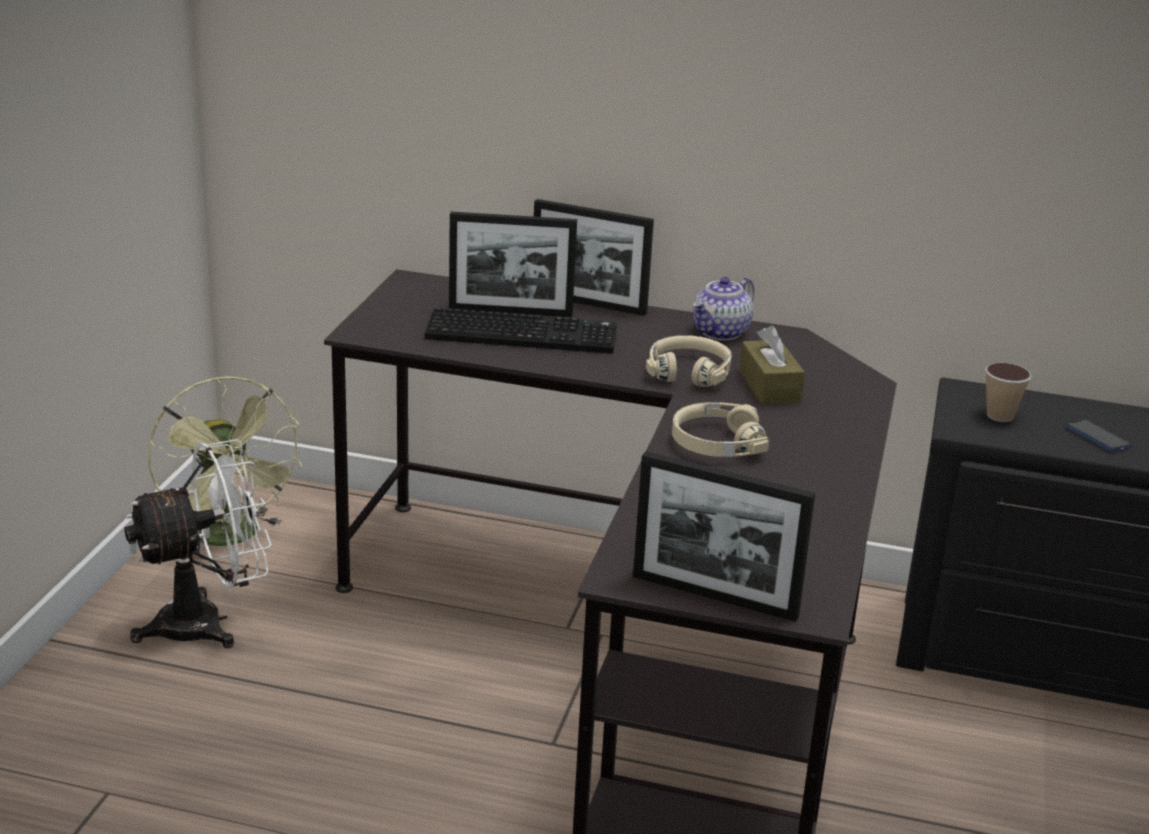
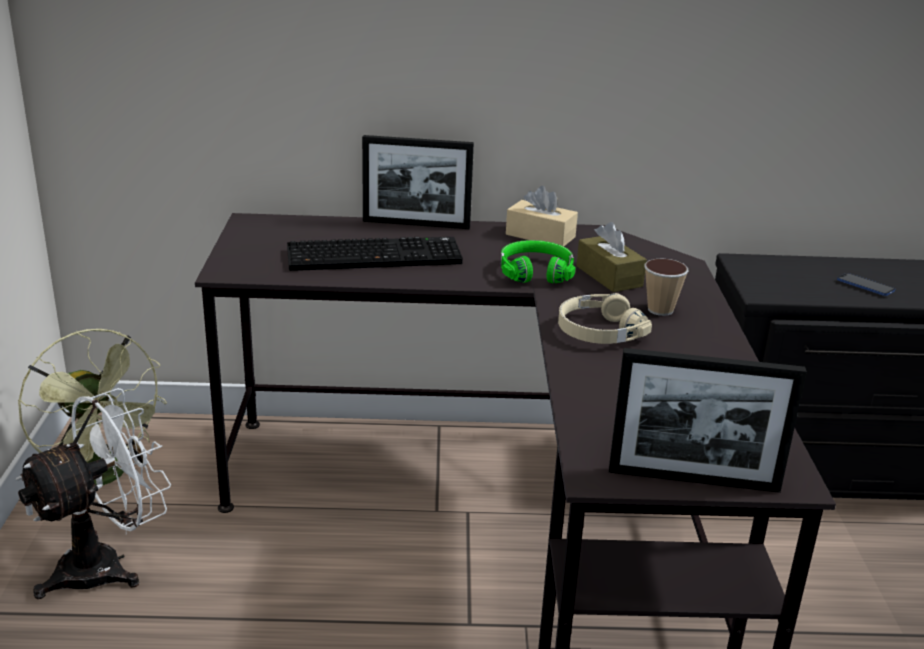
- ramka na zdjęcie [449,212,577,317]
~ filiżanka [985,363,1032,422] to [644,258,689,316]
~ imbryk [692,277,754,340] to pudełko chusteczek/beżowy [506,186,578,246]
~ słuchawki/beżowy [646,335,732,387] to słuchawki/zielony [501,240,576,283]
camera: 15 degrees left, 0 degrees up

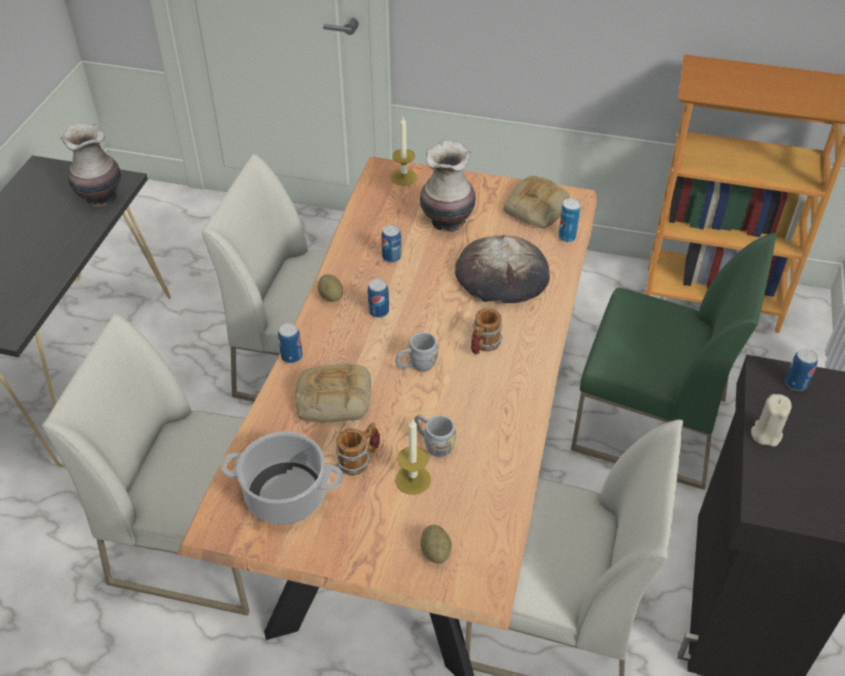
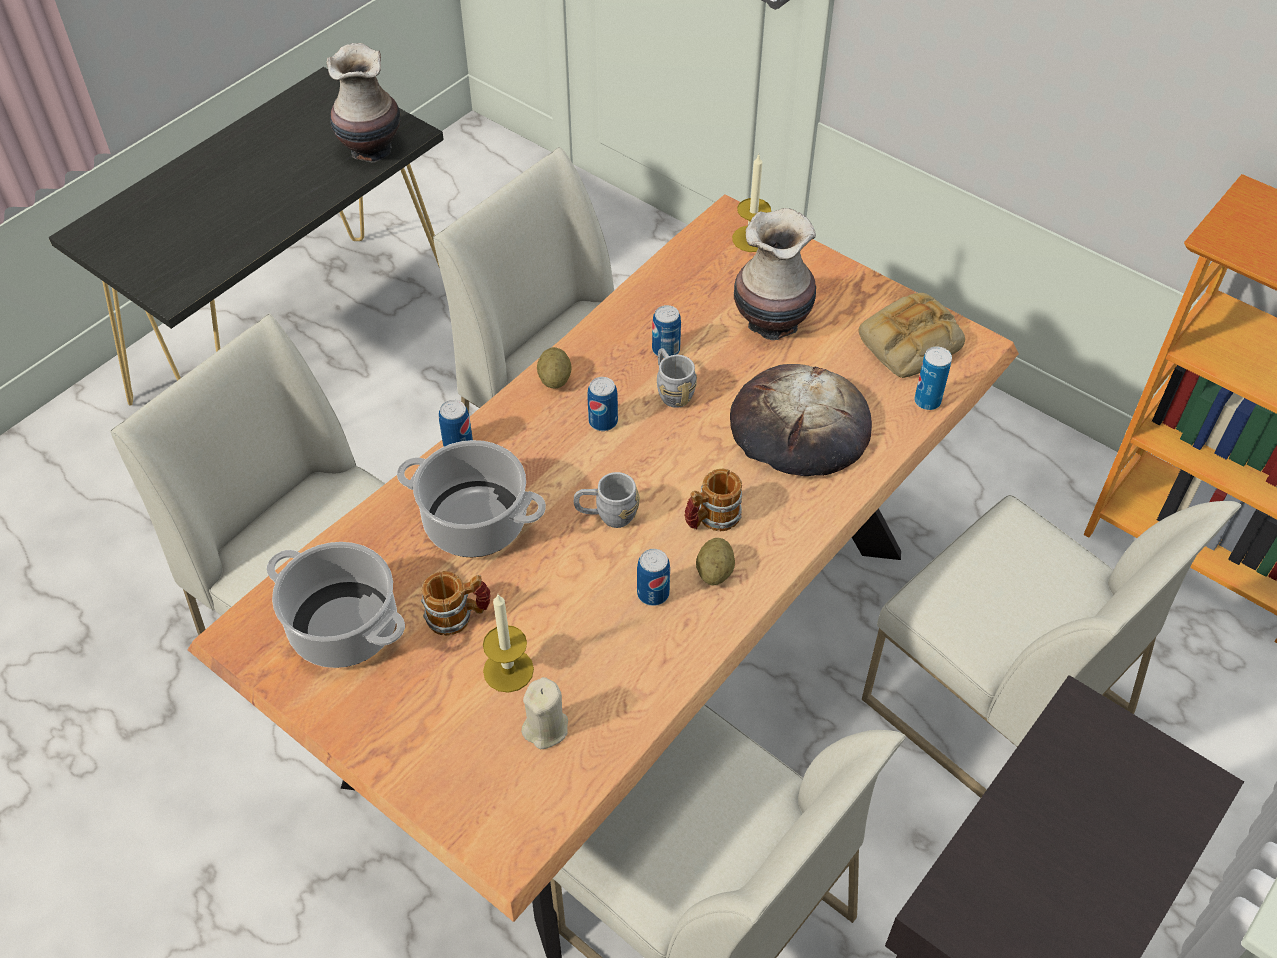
~ kubek/szary [414,415,456,457] to [657,348,697,408]
~ ziemniak [421,525,452,564] to [696,538,735,585]
~ świeca/beżowy [751,394,792,447] to [521,677,568,749]
~ puszka [785,349,818,391] to [637,549,670,606]
~ chleb [295,364,371,423] to garnek [397,440,546,557]
~ krzesło/zielony [571,233,777,490] to krzesło/biały [862,495,1242,798]
camera: 25 degrees right, 5 degrees up

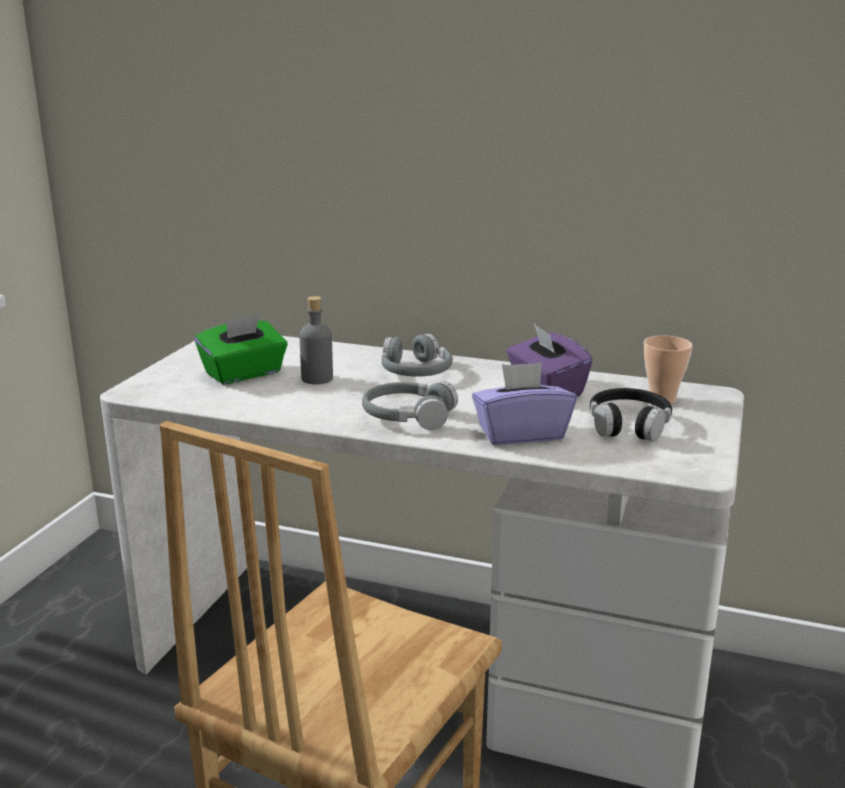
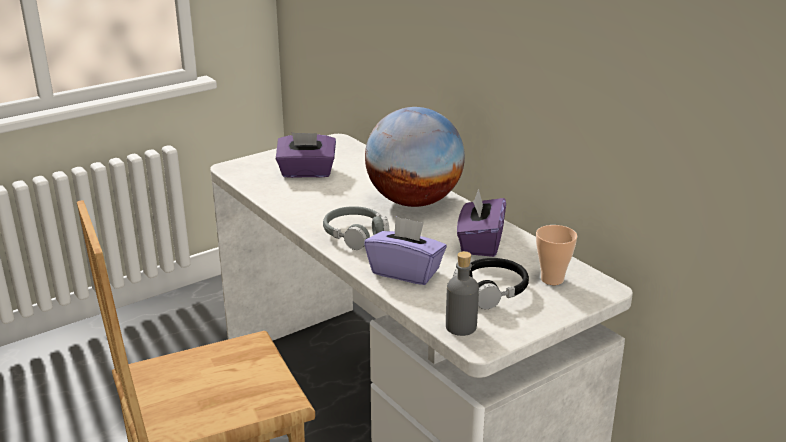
~ butelka/szary [299,296,333,385] to [446,251,479,336]
~ słuchawki/szary [382,334,453,377] to globus [365,107,465,207]
~ pudełko chusteczek/zielony [195,314,288,384] to pudełko chusteczek/fioletowy [276,132,336,178]
camera: 35 degrees right, 5 degrees up

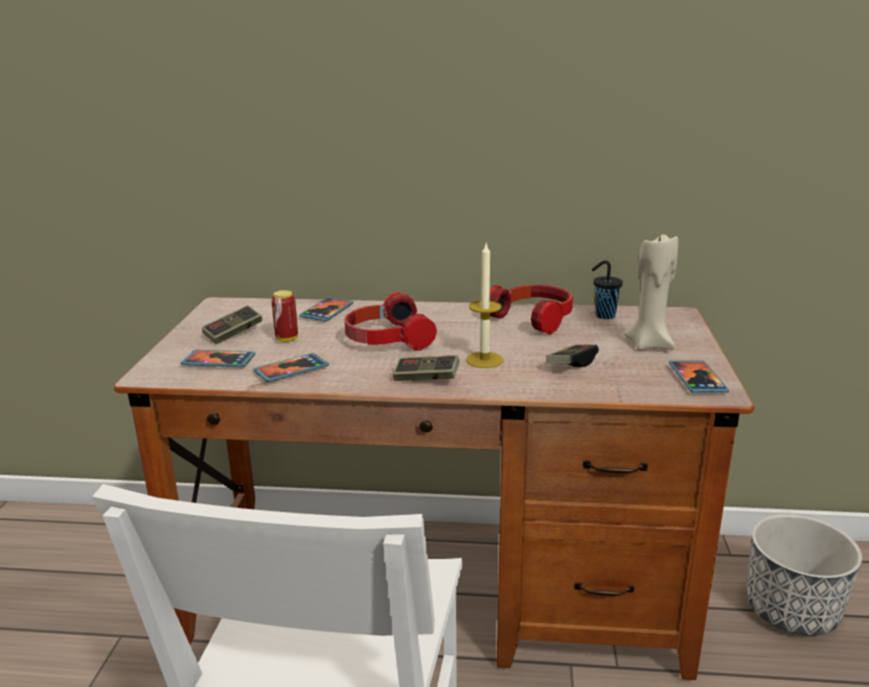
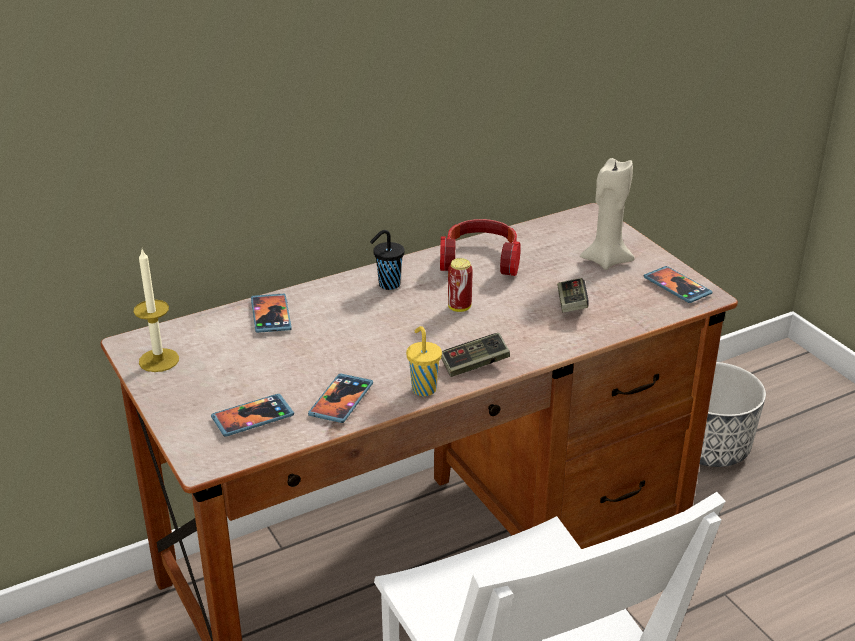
- pad do gier [202,305,262,344]
- słuchawki [344,292,437,350]
+ filiżanka/żółty [406,326,442,396]
~ puszka [271,290,298,342] to [448,258,473,312]
~ świeca [466,244,503,368] to [134,249,179,372]
~ filiżanka/czarny [592,260,623,319] to [370,230,405,290]
camera: 35 degrees left, 10 degrees up

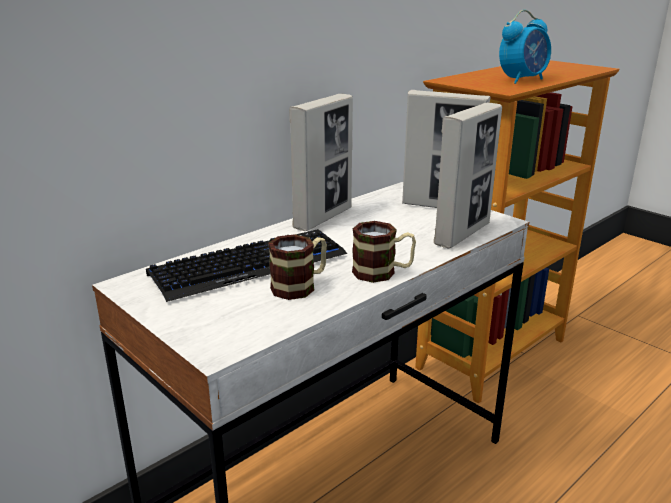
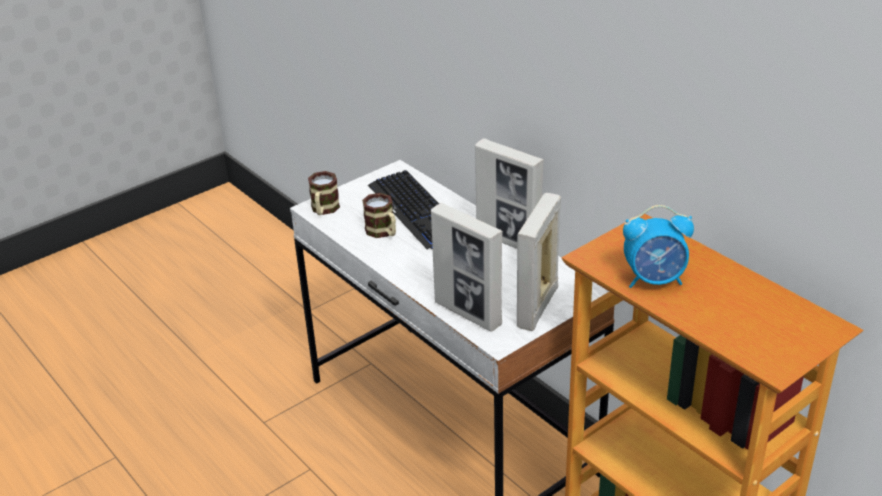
~ kubek [352,221,416,283] to [308,171,340,215]
~ budzik [499,10,551,84] = [623,205,694,288] 60 degrees counterclockwise
camera: 95 degrees right, 10 degrees up

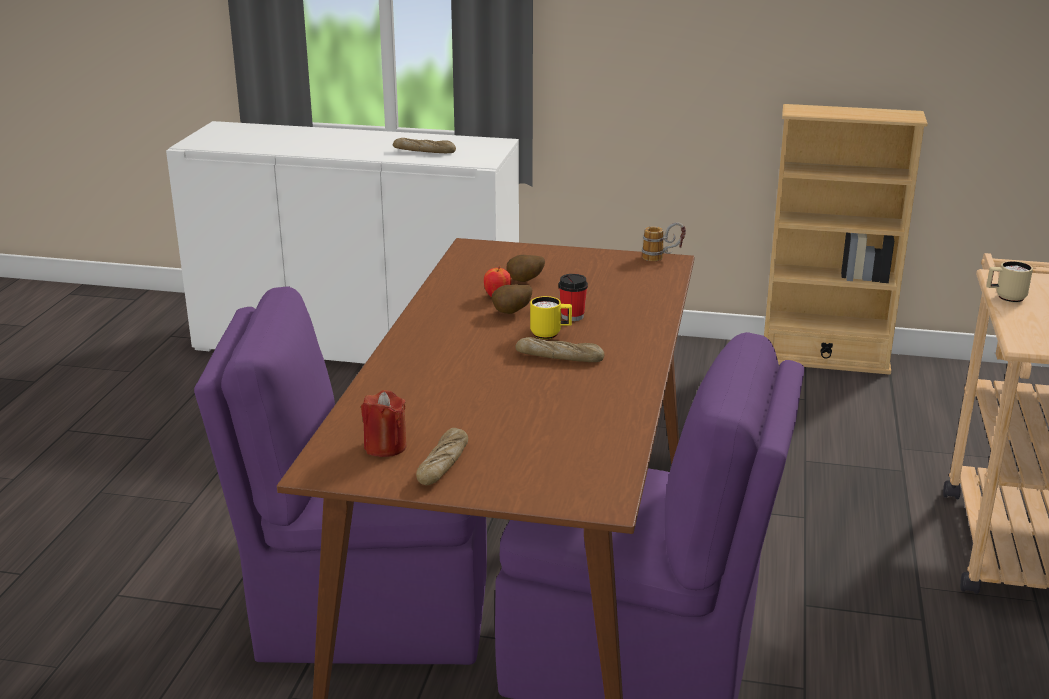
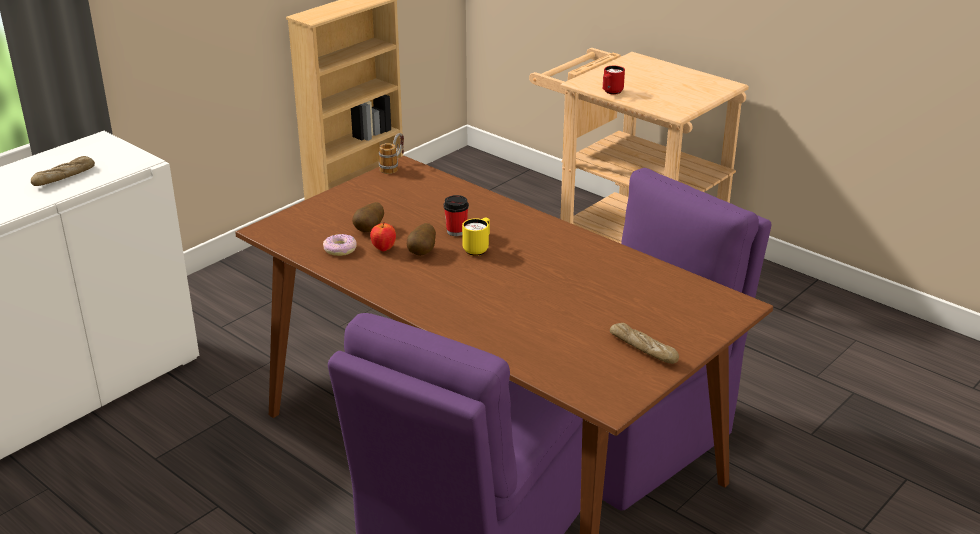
- świeca/czerwony [361,390,406,457]
- chleb [515,337,604,362]
+ donut [323,234,357,256]
~ kubek/beżowy [986,261,1033,303] to kubek/czerwony [603,66,625,95]
camera: 60 degrees left, 5 degrees up

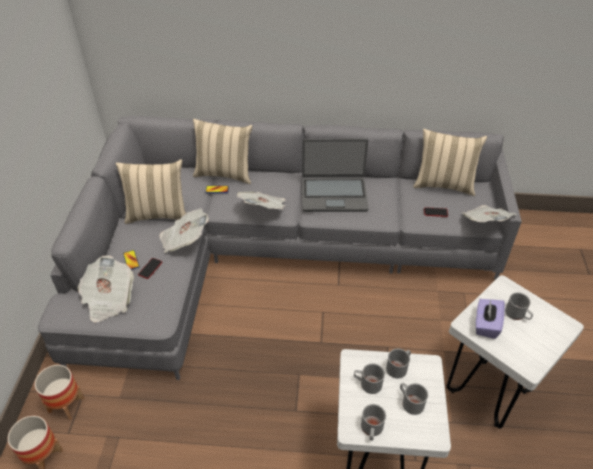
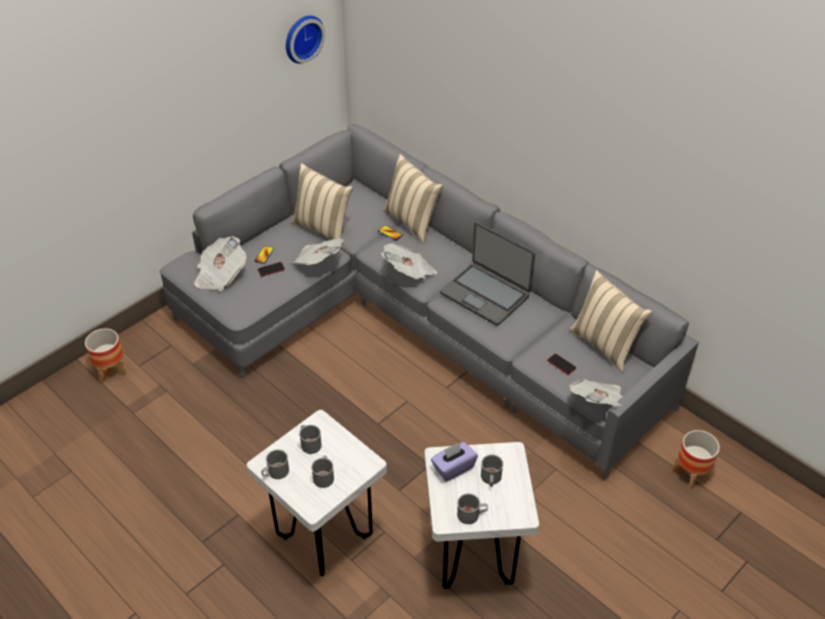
+ zegar ścienny [286,15,325,64]
~ donica [34,365,84,420] to [673,430,720,489]
~ kubek/szary [386,349,411,379] to [457,493,488,524]
camera: 40 degrees right, 0 degrees up

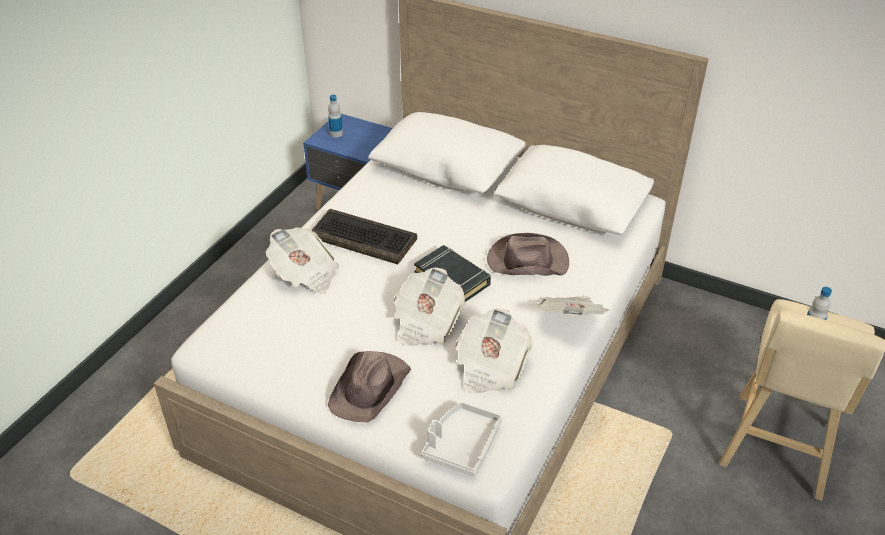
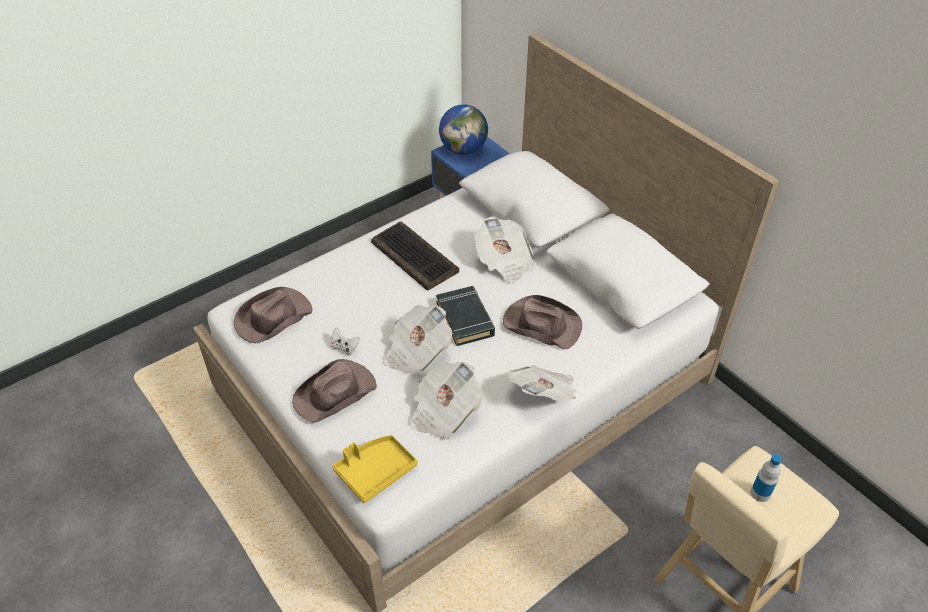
+ kapelusz/brązowy [234,287,313,344]
+ pad do gier/biały [331,328,360,355]
~ gazeta [266,227,339,294] to [474,216,535,284]
~ butelka [328,95,343,138] to globus [439,104,488,155]
~ taca/szary [421,402,502,476] to taca/żółty [333,435,418,503]
camera: 25 degrees right, 5 degrees up

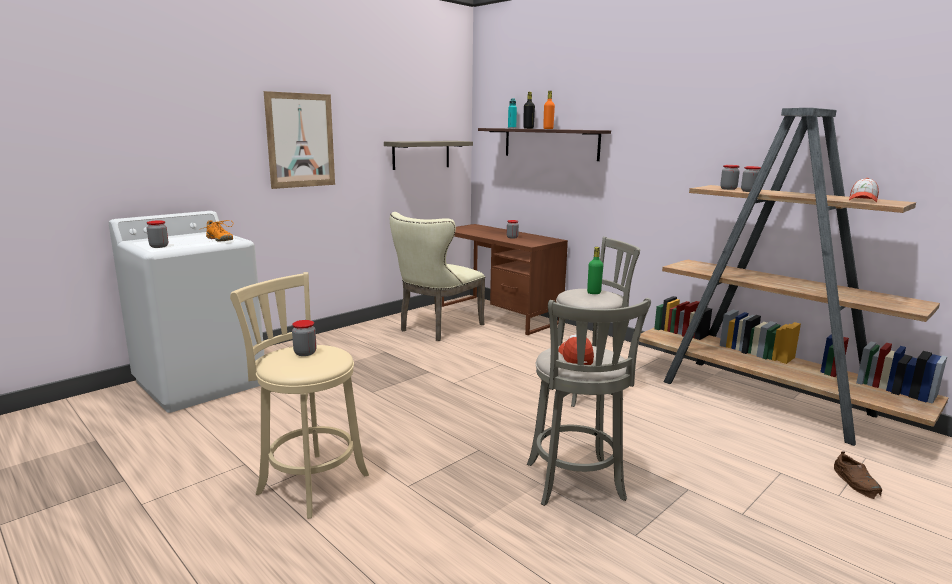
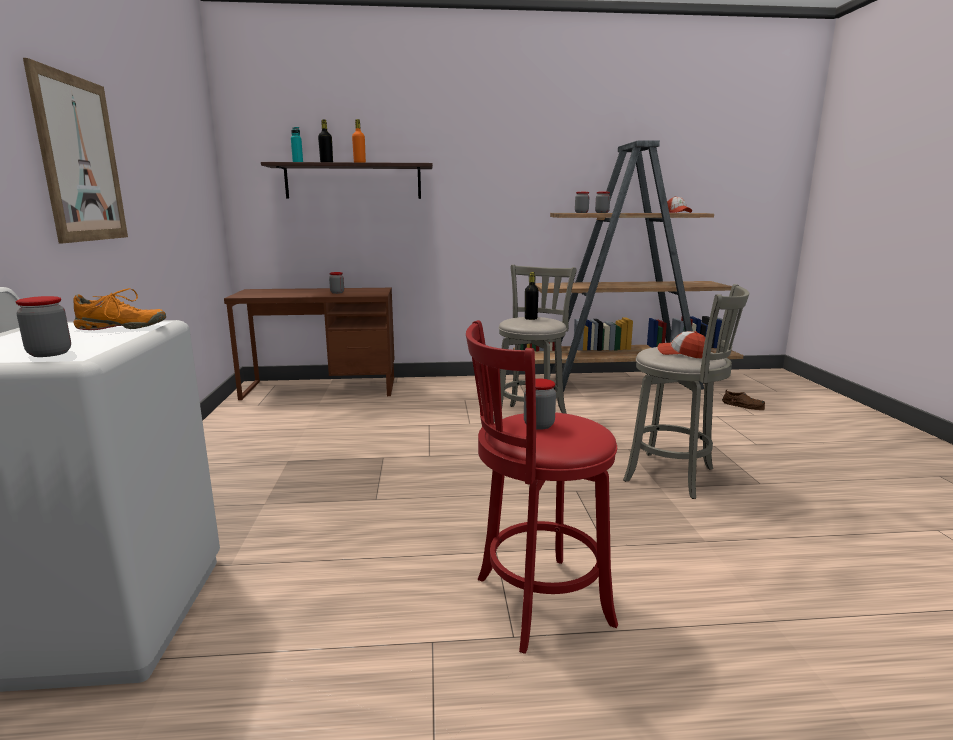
- półka [384,141,473,170]
- krzesło/beżowy [390,212,485,341]
~ stołek/beżowy [230,272,369,519] to stołek/czerwony [466,320,618,654]
~ butelka/zielony [587,247,603,294] to butelka/czarny [525,272,539,320]
camera: 50 degrees left, 0 degrees up

